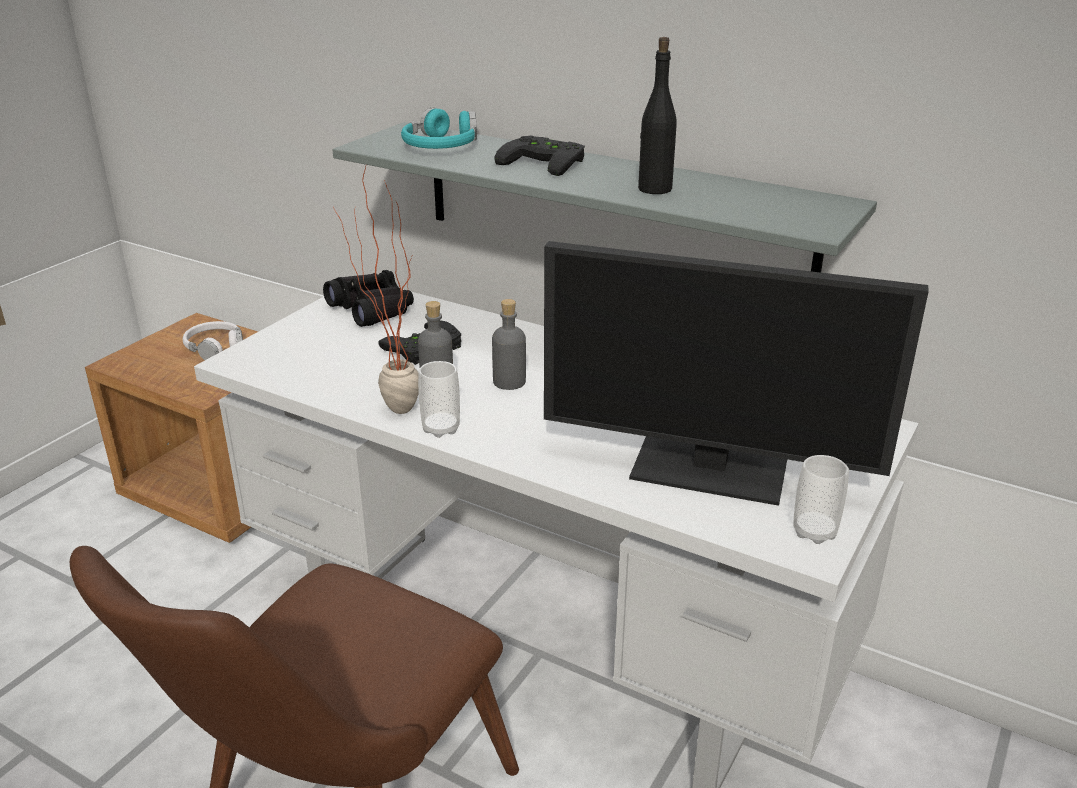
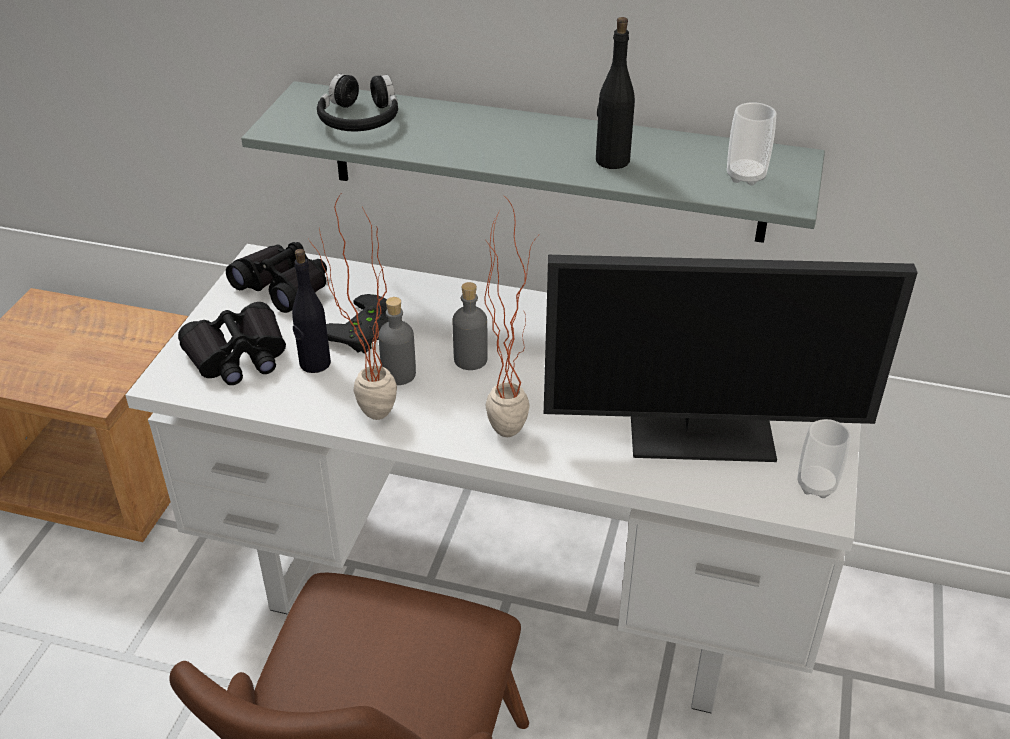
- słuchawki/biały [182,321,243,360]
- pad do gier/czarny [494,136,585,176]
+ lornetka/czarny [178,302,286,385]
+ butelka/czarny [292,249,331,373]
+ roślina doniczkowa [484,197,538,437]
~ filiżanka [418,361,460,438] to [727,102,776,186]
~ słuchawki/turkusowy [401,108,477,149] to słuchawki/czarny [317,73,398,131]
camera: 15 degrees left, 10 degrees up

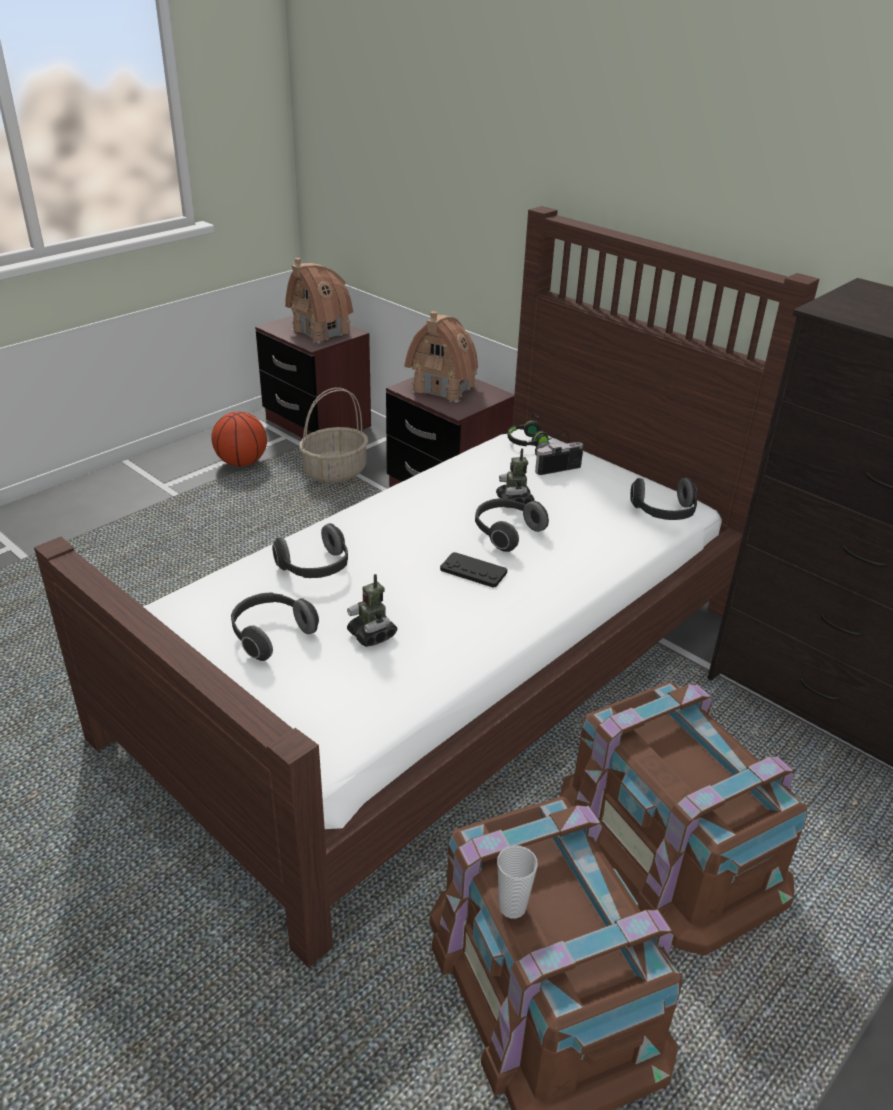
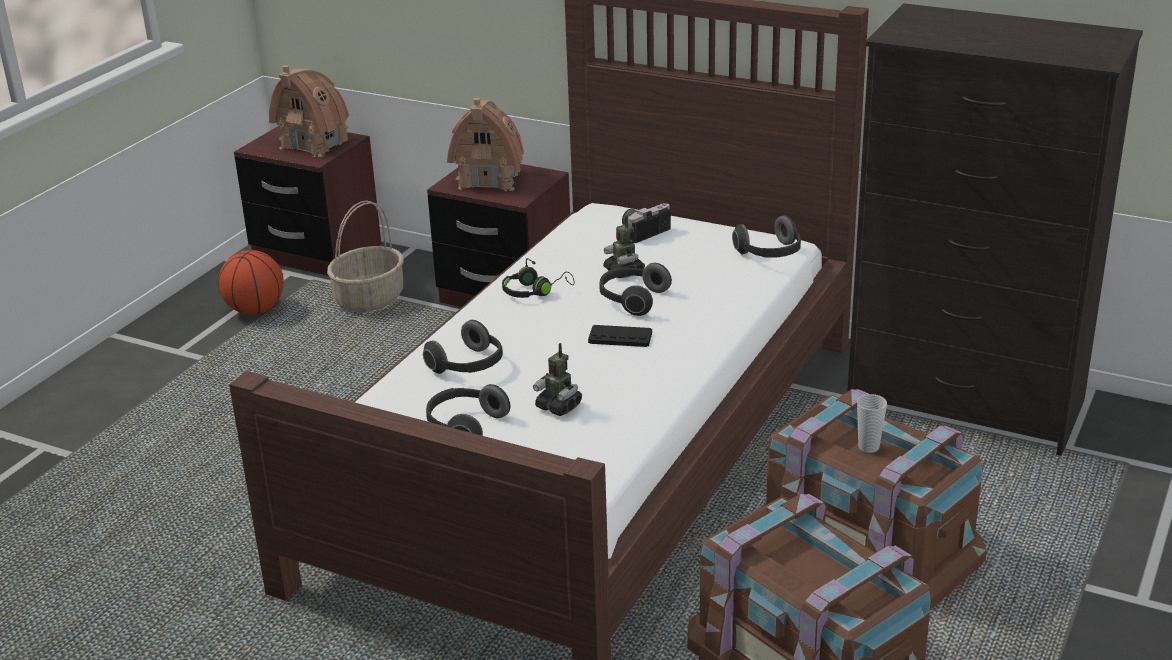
~ filiżanka [497,845,538,919] to [857,394,887,453]
~ słuchawki/czarny [508,413,569,447] to [502,258,575,298]
camera: 15 degrees left, 5 degrees down

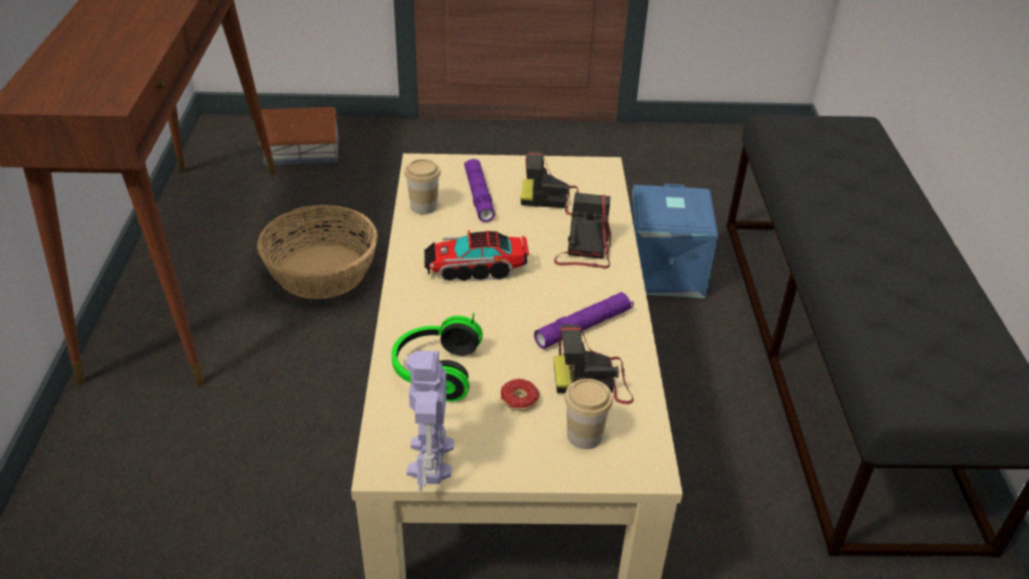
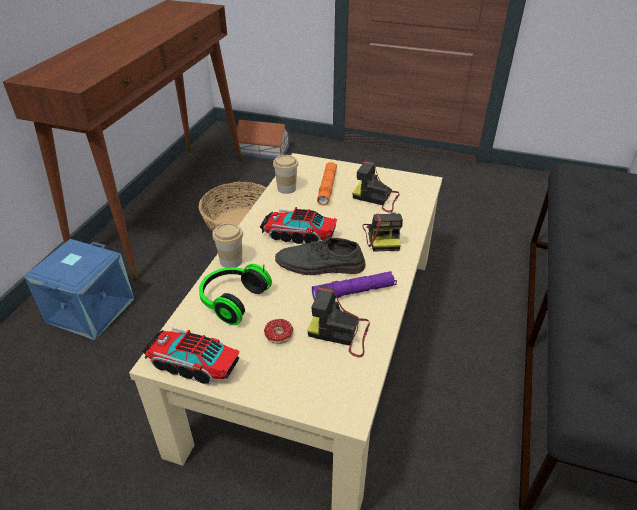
+ but/szary [275,235,366,275]
~ filiżanka [564,379,613,449] to [212,223,243,268]
~ pojemnik do przechowywania/niebieski [630,184,718,298] to [24,239,134,340]
~ robot zabawkowy [406,350,454,491] to ciężarówka zabawkowa [142,328,240,385]
~ latarka/fioletowy [464,159,495,222] to latarka/pomarańczowy [317,162,337,206]
~ aparat fotograficzny [554,193,611,269] = [362,212,403,252] 150 degrees clockwise
camera: 20 degrees right, 0 degrees up

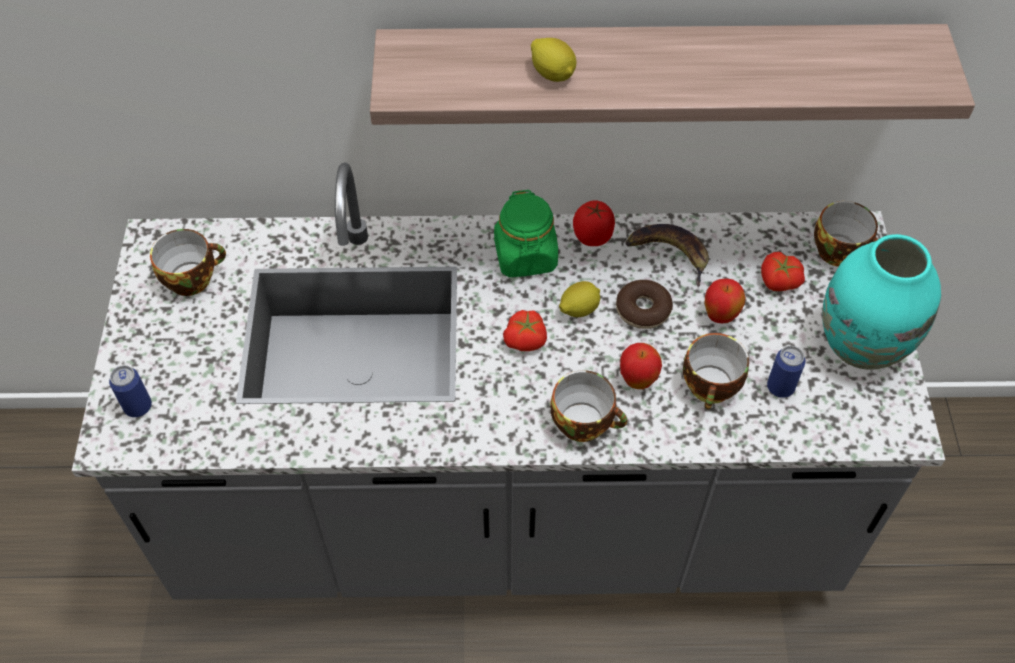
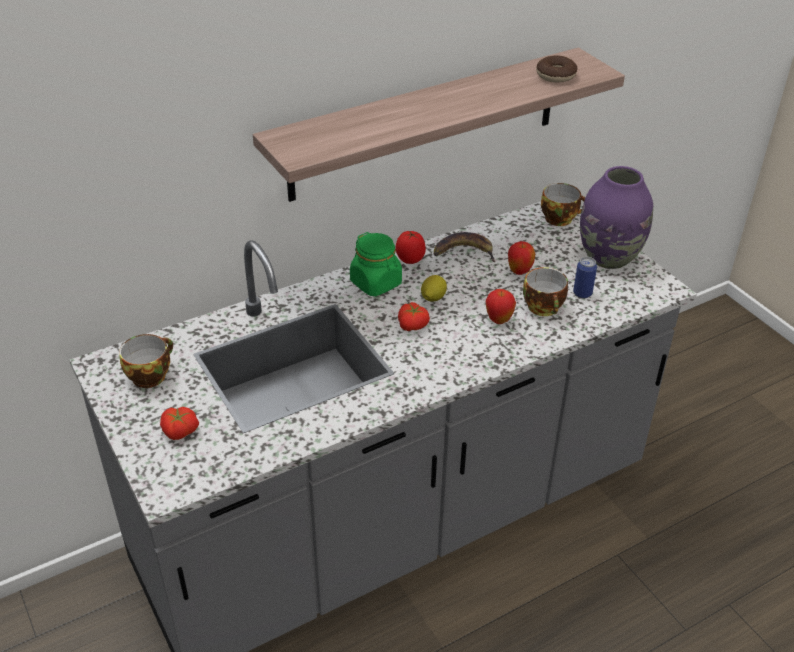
- puszka [109,365,152,417]
- cytryna [531,38,577,82]
- filiżanka [550,370,627,442]
~ donut [616,280,673,329] to [536,56,577,82]
~ pomidor [761,252,805,291] to [160,407,199,440]
~ wazon/turkusowy [823,234,941,370] to wazon/fioletowy [580,166,653,269]
camera: 30 degrees left, 15 degrees down

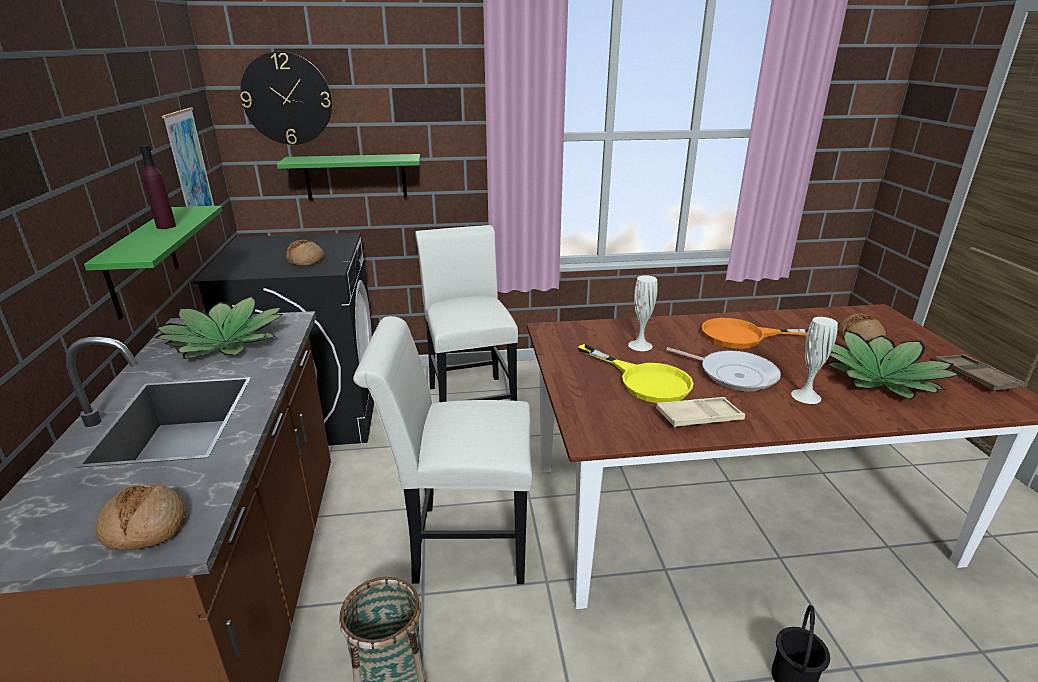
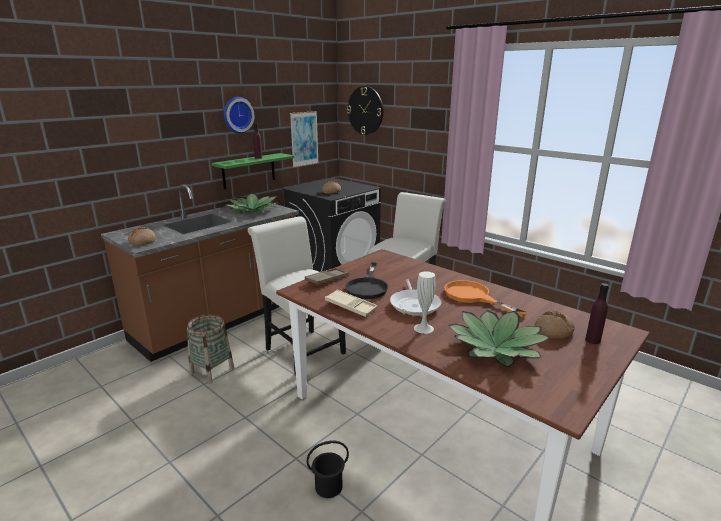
- półka/zielony [277,154,420,200]
- wazon/biały [628,275,658,351]
+ zegar ścienny [223,97,254,134]
+ butelka/fioletowy [585,283,609,344]
~ taca/brązowy [935,354,1025,392] to [305,268,349,286]
~ patelnia/żółty [578,344,694,403] to patelnia/czarny [345,263,388,299]
camera: 50 degrees right, 5 degrees down

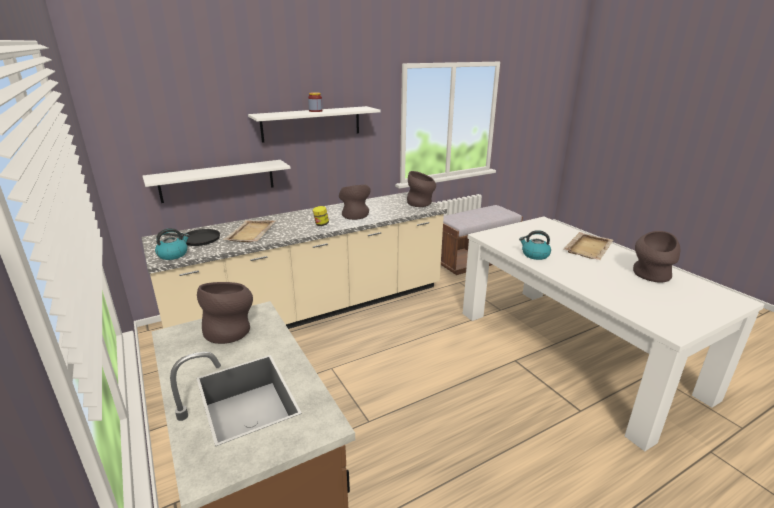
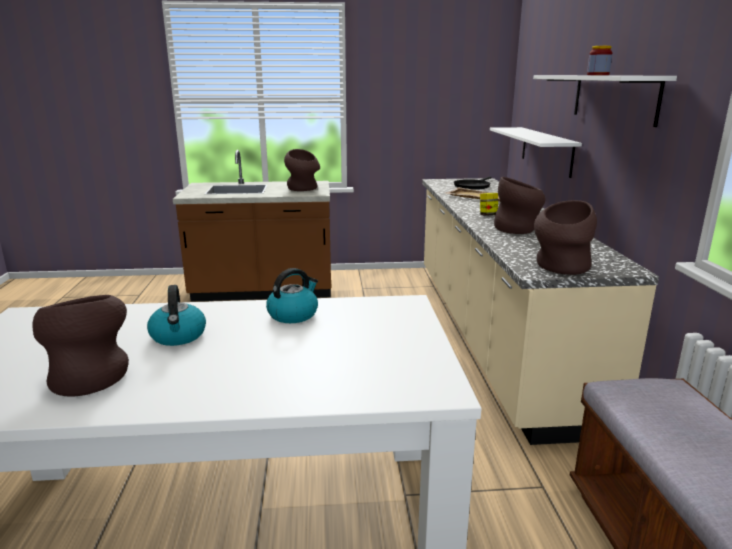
- taca/beżowy [563,232,613,260]
~ czajnik [155,228,190,260] to [147,285,206,346]
camera: 115 degrees right, 5 degrees down

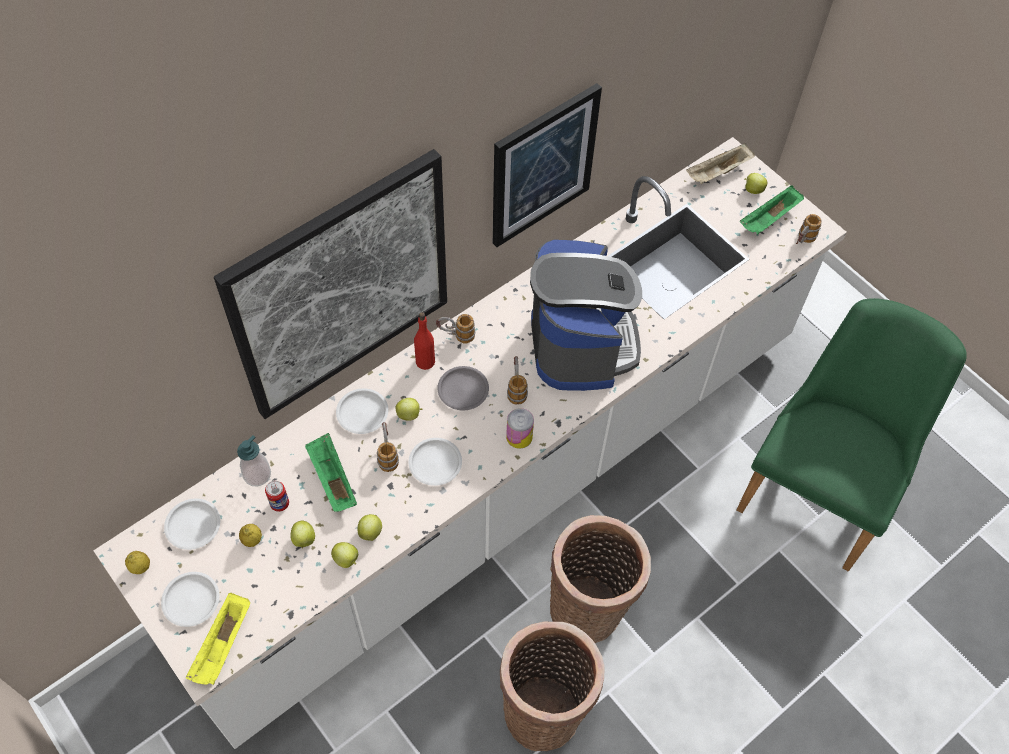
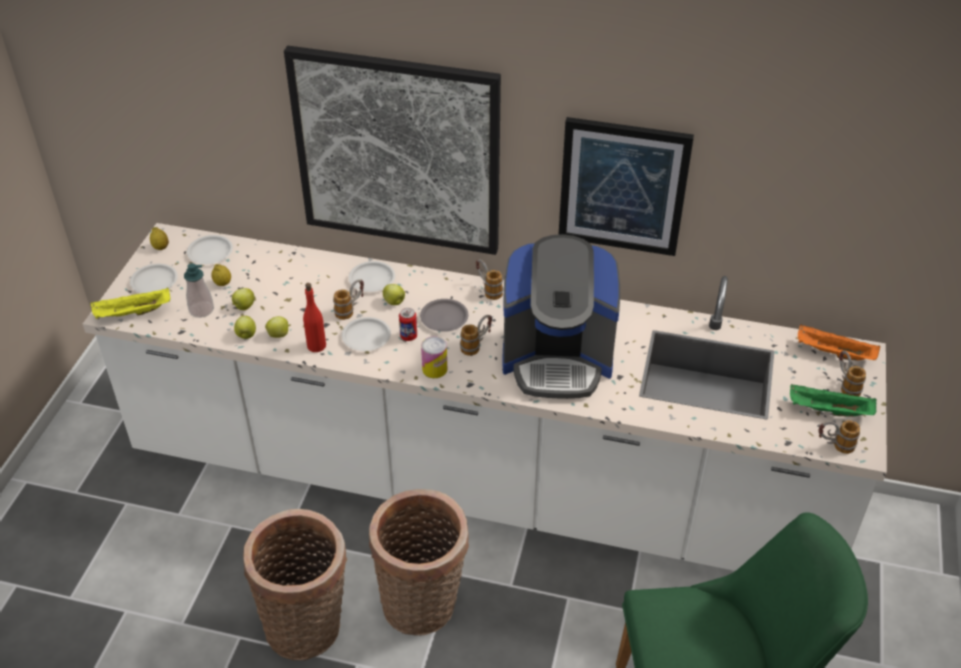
- taca/zielony [305,433,357,512]
~ dozownik mydła [237,435,271,487] to [184,263,214,318]
~ puszka [265,481,289,512] to [399,308,417,341]
~ butelka/czerwony [414,312,435,370] to [303,283,326,352]
~ jabłko [745,173,768,194] to kubek [839,350,866,396]
~ taca/beżowy [686,143,755,184] to taca/pomarańczowy [798,325,880,360]
~ ekspres do kawy [530,240,642,391] = [502,234,620,399] 45 degrees clockwise
camera: 55 degrees right, 15 degrees down

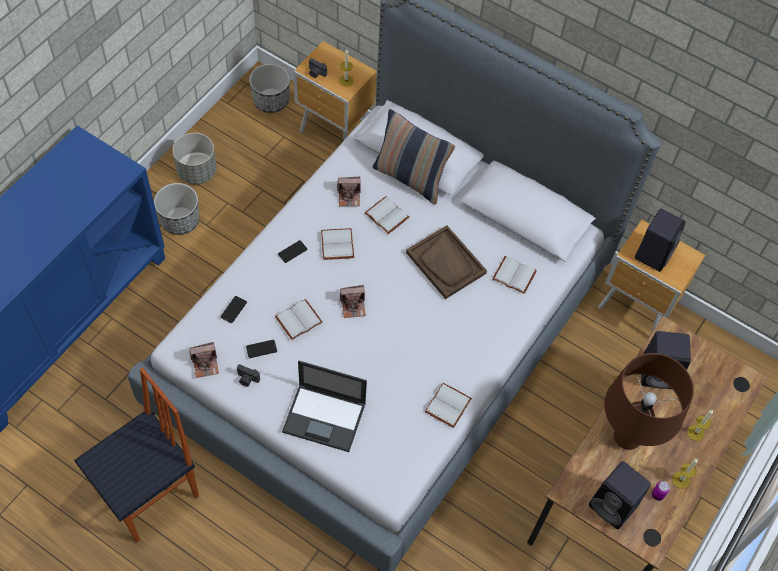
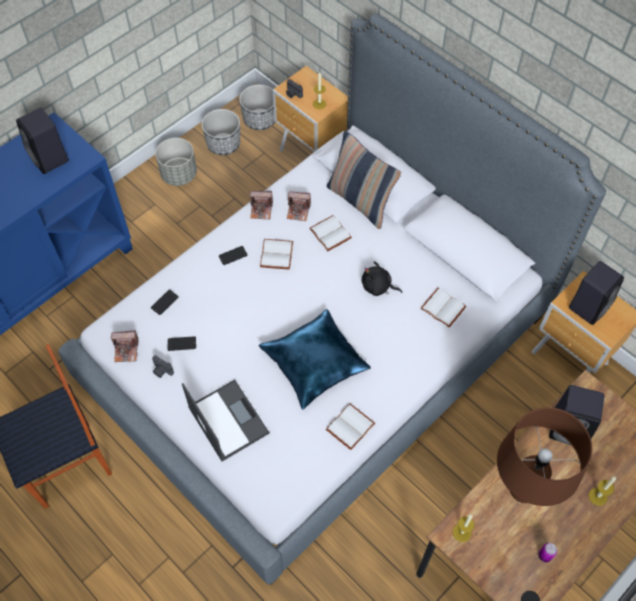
- książka/biały [275,299,323,340]
+ poduszka/niebieski [259,309,371,410]
~ donica [154,183,199,235] to [202,109,240,155]
~ aparat fotograficzny [340,285,366,318] to [250,191,273,219]
~ głośnik/czarny [589,461,651,529] to [16,107,69,174]
~ świeca [672,458,698,489] to [453,514,474,542]
~ taca/brązowy [406,225,487,299] to pluszak/czarny [362,261,402,296]
~ laptop [282,361,367,452] = [182,380,270,461] 150 degrees counterclockwise
camera: 15 degrees right, 0 degrees up

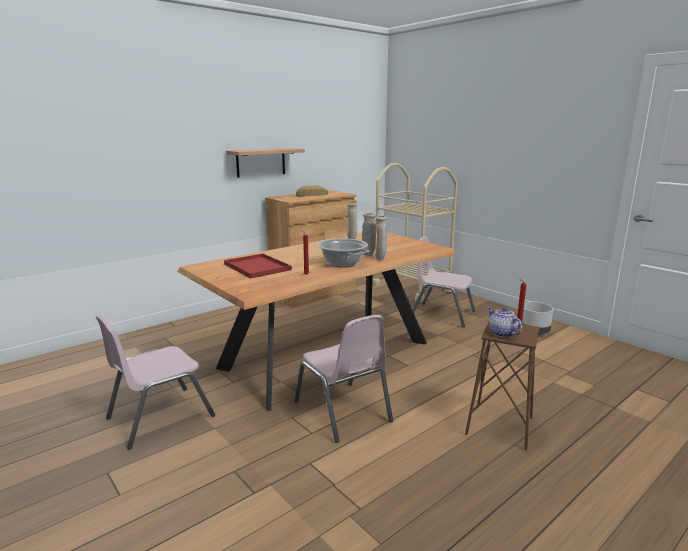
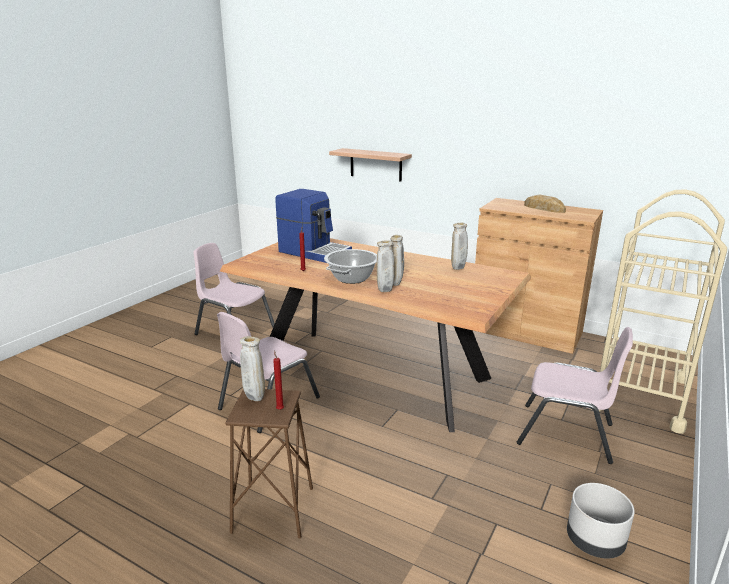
~ półka [226,148,305,178] to [329,148,412,182]
~ taca/czerwony [224,254,292,278] to ekspres do kawy [275,189,352,263]
~ imbryk [488,307,522,338] to wazon/beżowy [240,336,265,401]
~ krzesło/różowy [412,236,475,327] = [517,327,633,464] 105 degrees clockwise
camera: 70 degrees right, 5 degrees up

